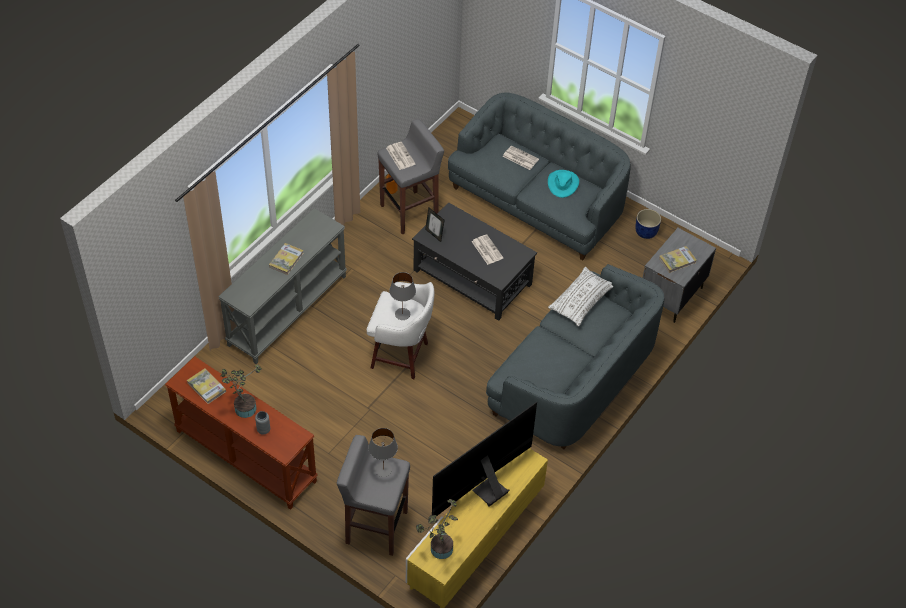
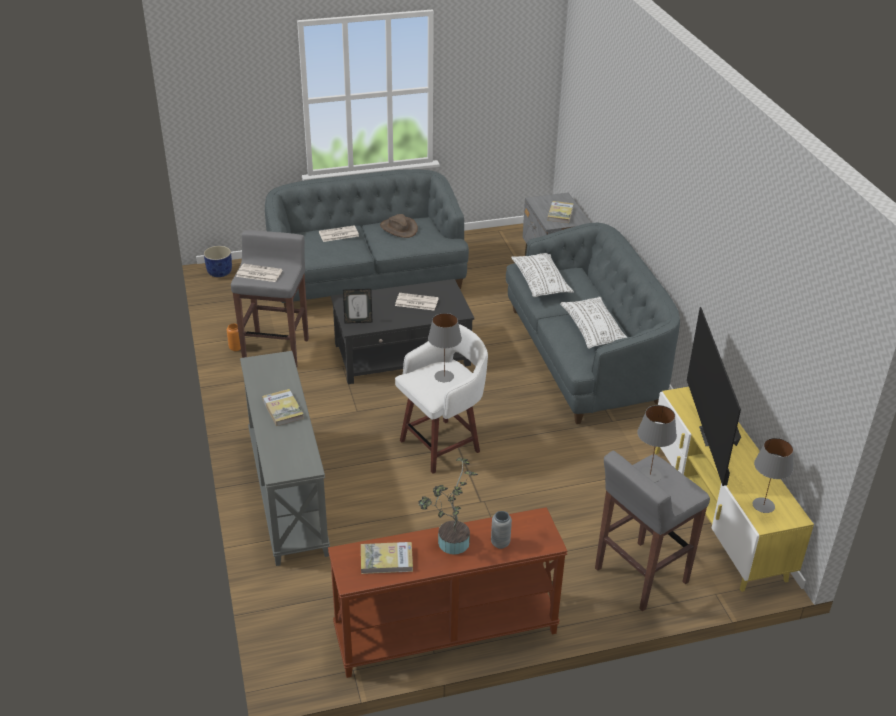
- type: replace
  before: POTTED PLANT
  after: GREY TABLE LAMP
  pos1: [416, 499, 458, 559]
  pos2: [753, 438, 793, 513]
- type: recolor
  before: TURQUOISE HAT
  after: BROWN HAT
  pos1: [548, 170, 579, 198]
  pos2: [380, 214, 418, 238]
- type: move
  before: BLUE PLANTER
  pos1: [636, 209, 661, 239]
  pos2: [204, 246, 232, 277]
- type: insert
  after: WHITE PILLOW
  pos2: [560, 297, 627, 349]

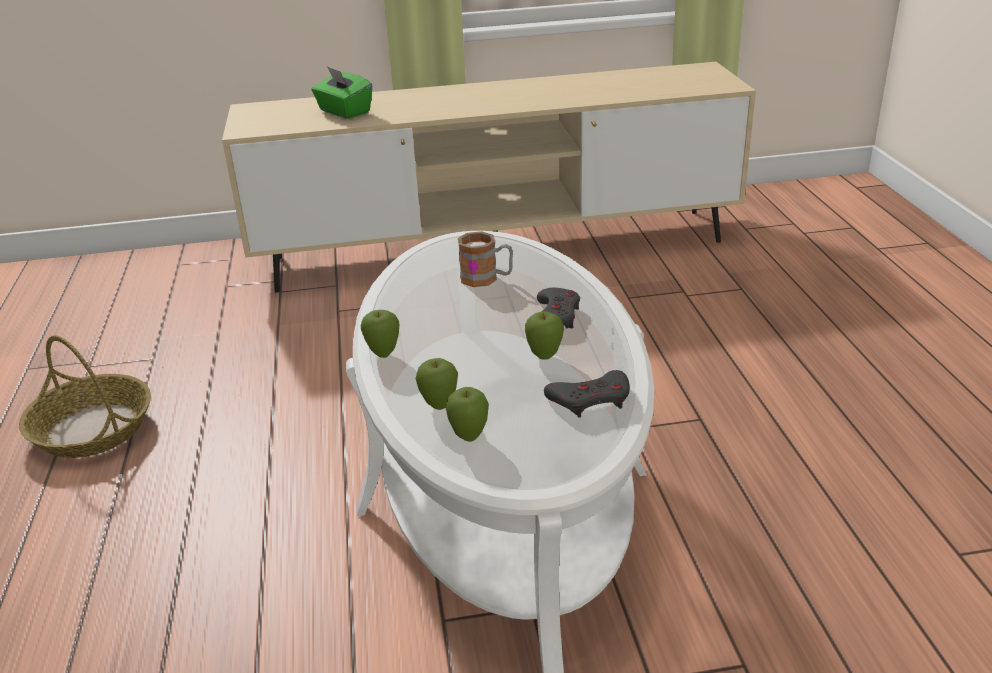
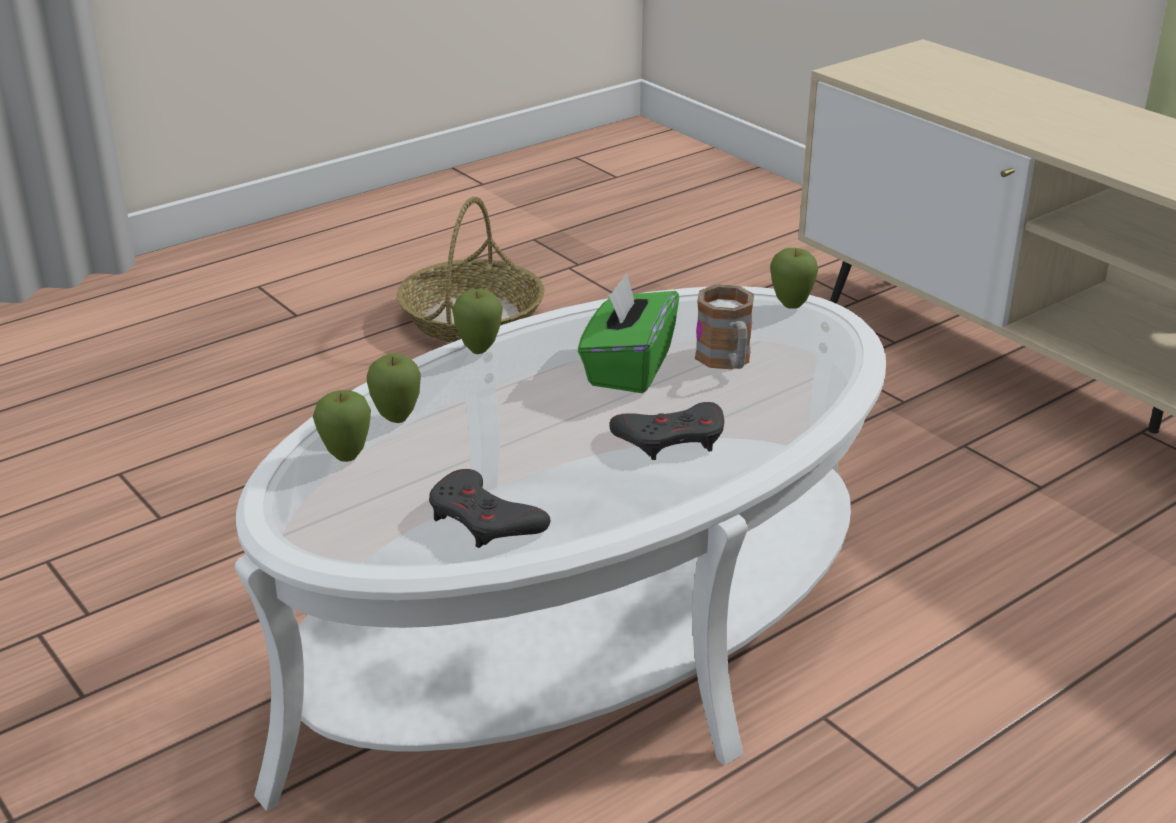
- type: move
  before: GREEN TISSUE BOX
  pos1: [311, 66, 372, 119]
  pos2: [578, 273, 679, 393]
- type: move
  before: APPLE
  pos1: [525, 311, 564, 360]
  pos2: [770, 248, 818, 309]

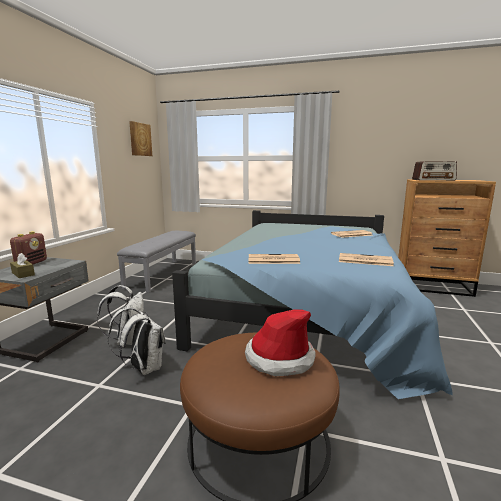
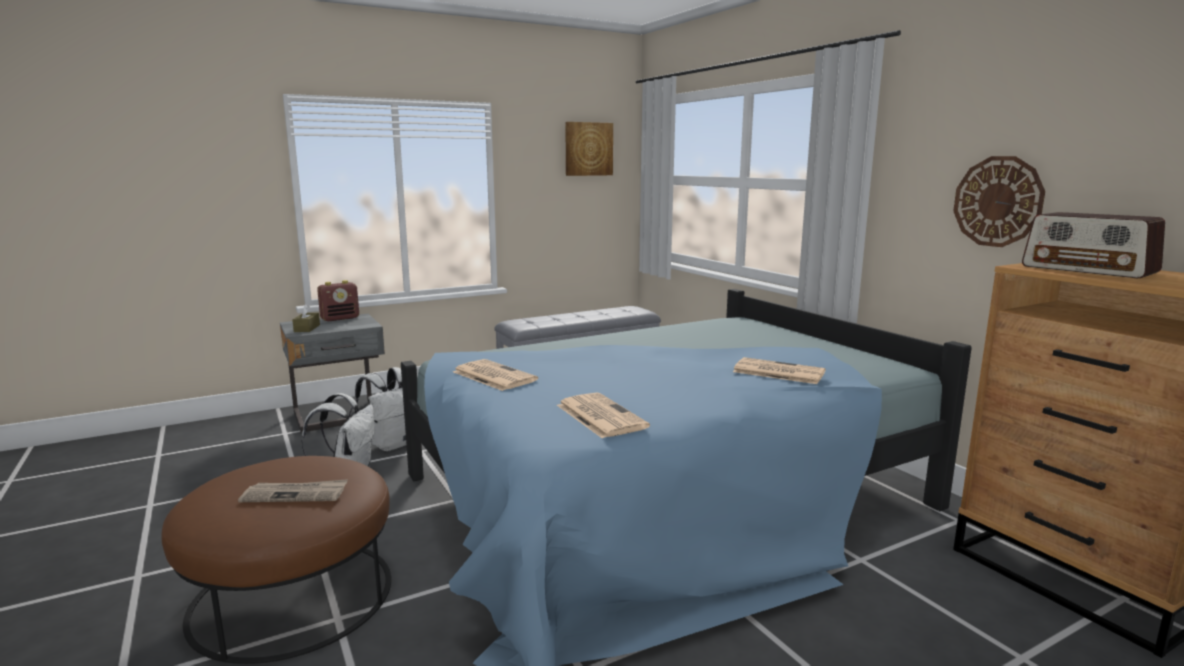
- type: replace
  before: HAT
  after: NEWSPAPER
  pos1: [245, 309, 315, 376]
  pos2: [238, 479, 348, 502]
- type: insert
  after: WALL CLOCK
  pos2: [953, 156, 1045, 247]

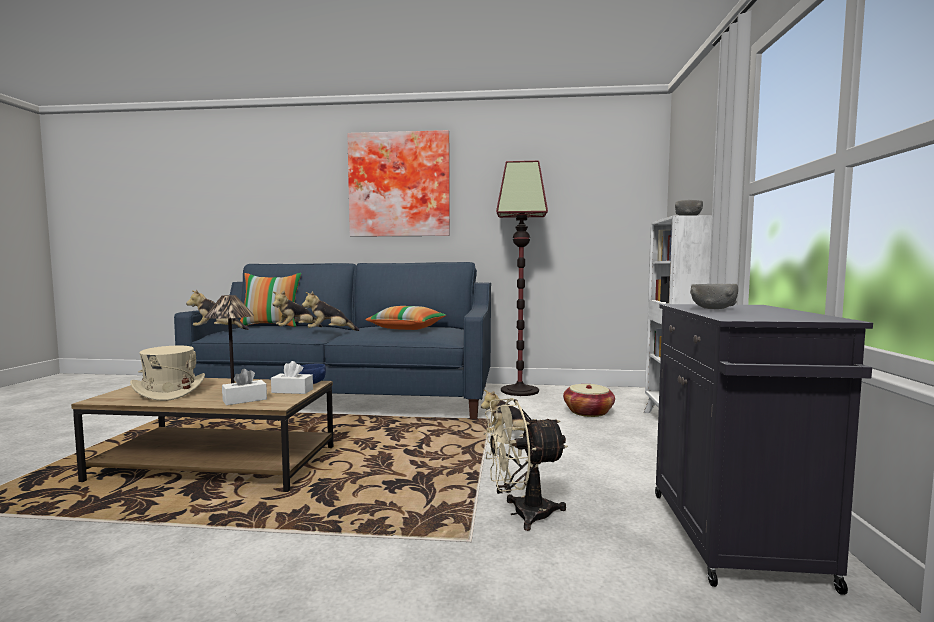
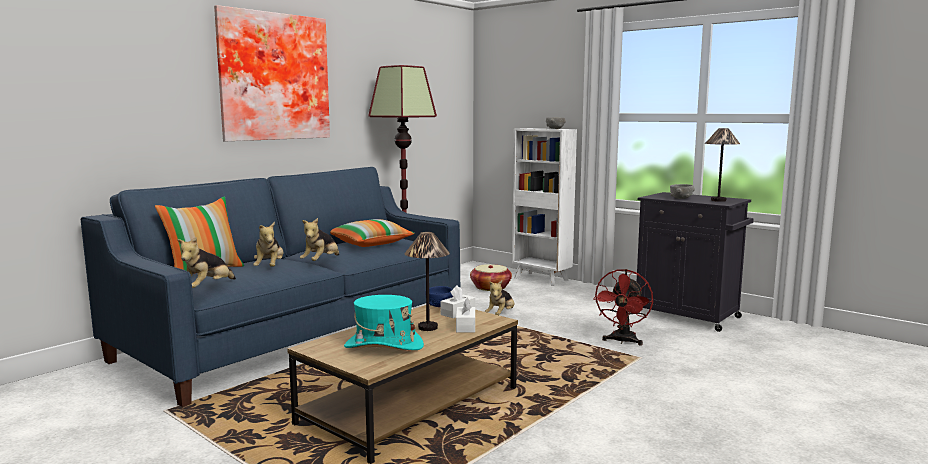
- type: recolor
  before: BEIGE HAT
  after: TURQUOISE HAT
  pos1: [130, 346, 205, 401]
  pos2: [344, 295, 424, 350]
- type: recolor
  before: BEIGE FAN
  after: RED FAN
  pos1: [483, 398, 568, 531]
  pos2: [593, 269, 653, 346]
- type: insert
  after: TABLE LAMP
  pos2: [705, 128, 740, 202]

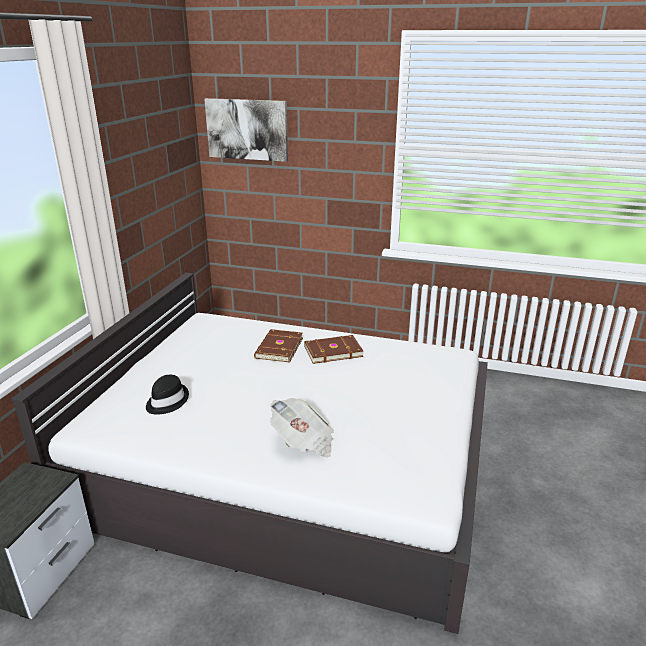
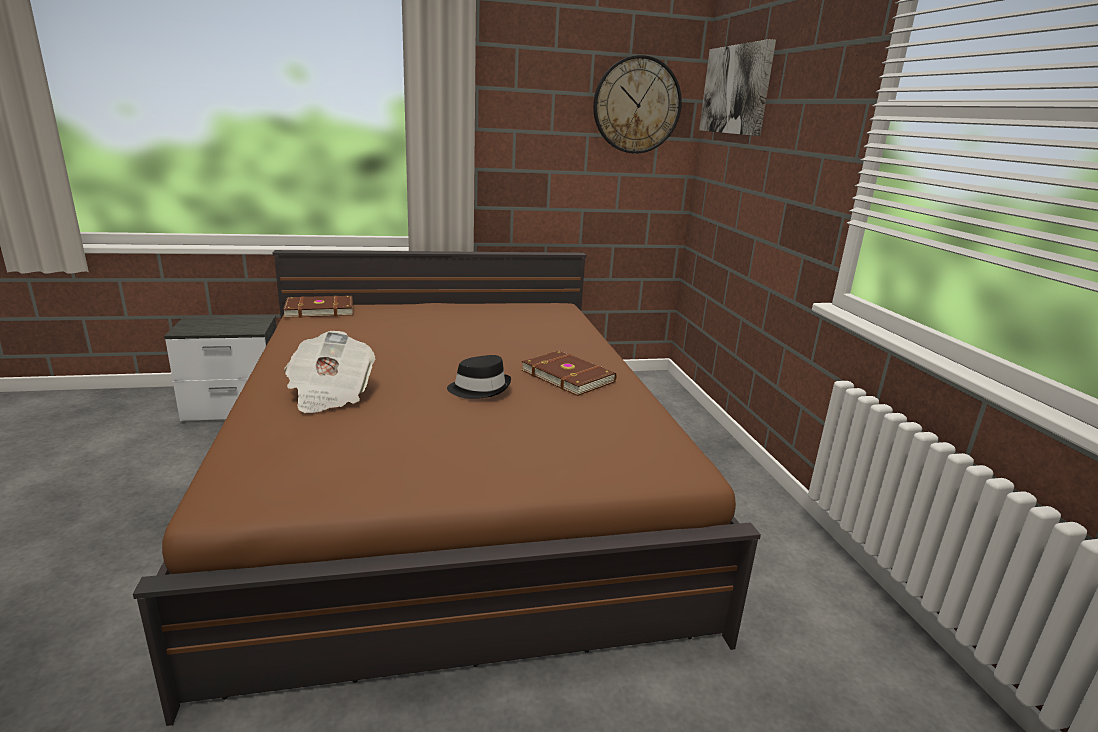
- type: recolor
  before: WHITE BED
  after: BROWN BED
  pos1: [11, 273, 488, 634]
  pos2: [133, 250, 761, 726]
- type: move
  before: BLACK HAT
  pos1: [146, 375, 189, 415]
  pos2: [447, 355, 511, 399]
- type: move
  before: BROWN BOOK
  pos1: [254, 329, 303, 363]
  pos2: [283, 296, 353, 318]
- type: insert
  after: WALL CLOCK
  pos2: [593, 55, 682, 154]

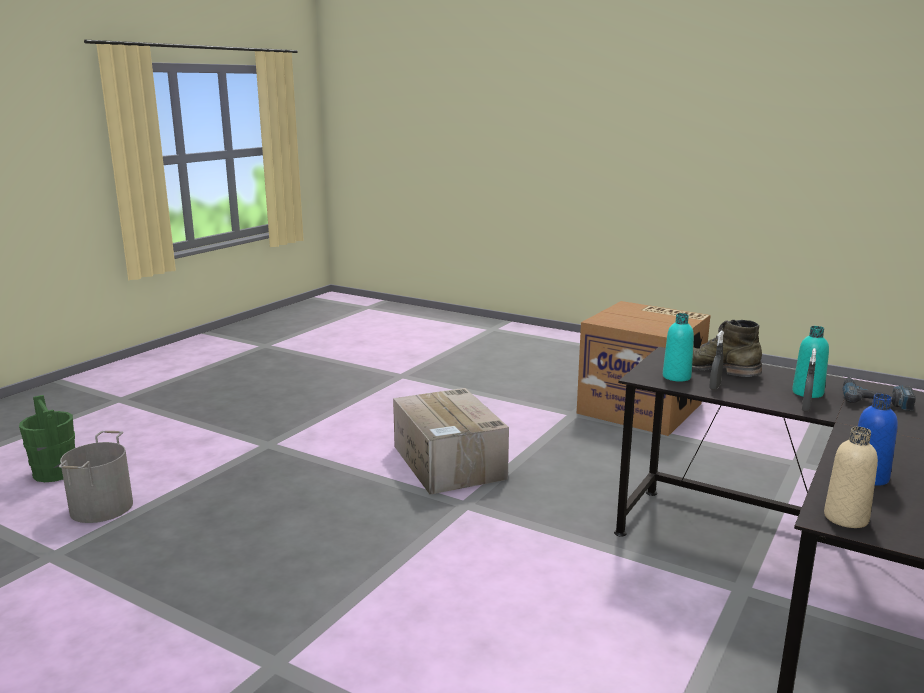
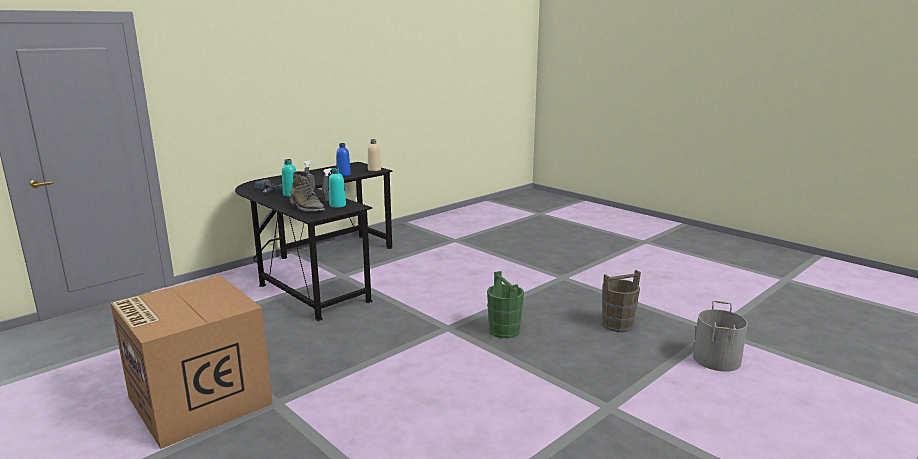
- type: move
  before: GREEN BUCKET
  pos1: [19, 395, 75, 482]
  pos2: [487, 271, 524, 338]
- type: delete
  before: CARDBOARD BOX
  pos1: [393, 388, 509, 495]
- type: insert
  after: BROWN BUCKET
  pos2: [602, 270, 641, 332]

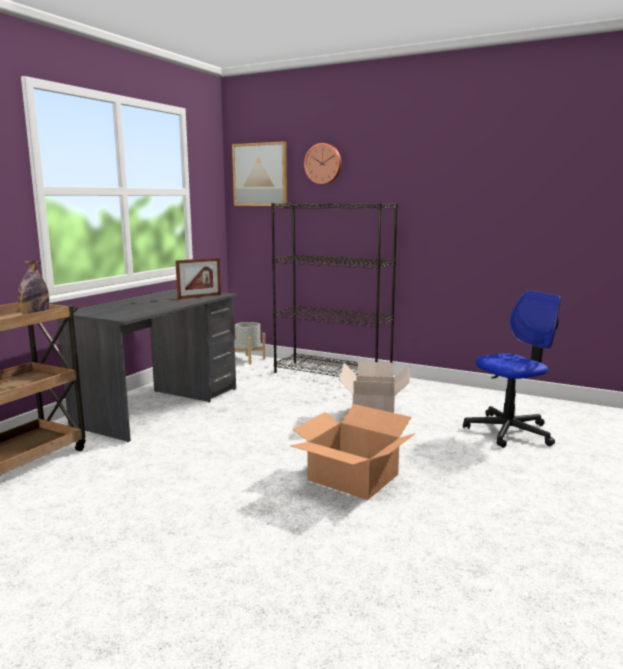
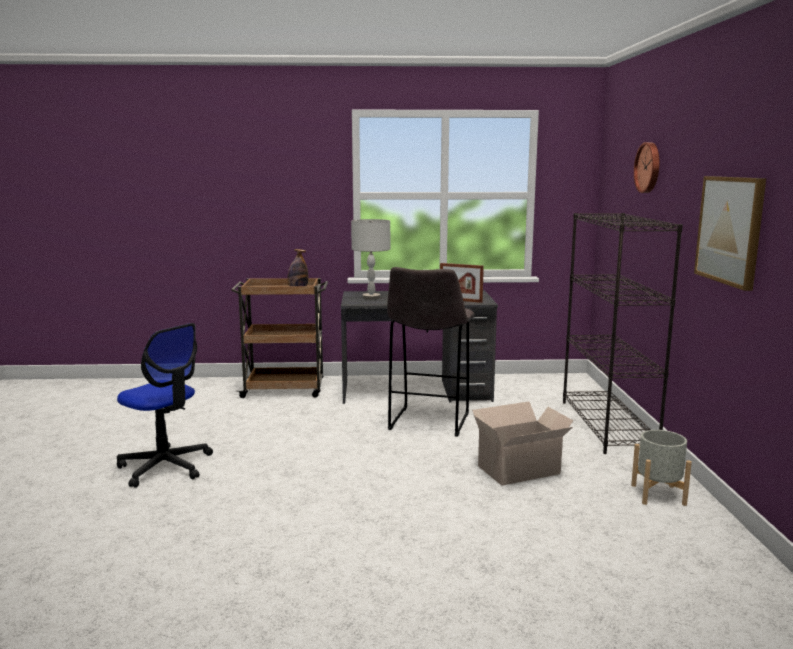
- type: move
  before: PICTURE
  pos1: [232, 141, 287, 206]
  pos2: [694, 176, 766, 291]
- type: move
  before: GREY PLANTER
  pos1: [235, 322, 266, 364]
  pos2: [631, 430, 692, 506]
- type: delete
  before: CARDBOARD BOX
  pos1: [290, 404, 416, 500]
- type: move
  before: OFFICE CHAIR
  pos1: [463, 290, 561, 448]
  pos2: [117, 323, 213, 488]
- type: insert
  after: GREY TABLE LAMP
  pos2: [351, 219, 390, 300]
- type: insert
  after: GREY STOOL
  pos2: [387, 267, 475, 437]

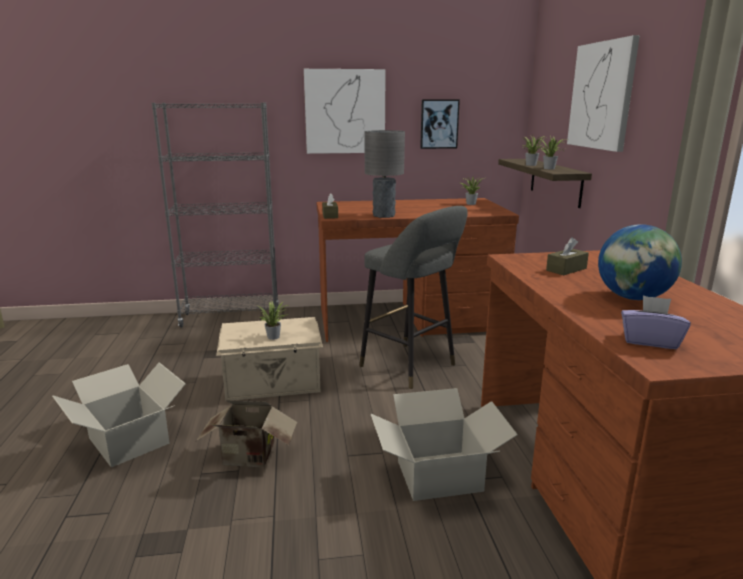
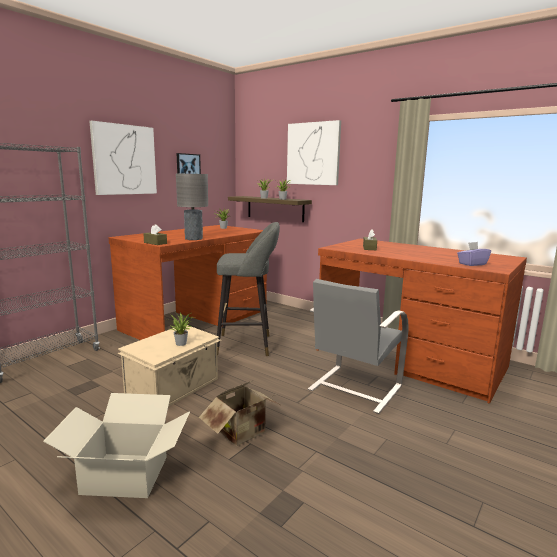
- type: replace
  before: CARDBOARD BOX
  after: GREY CHAIR
  pos1: [371, 388, 518, 501]
  pos2: [308, 279, 409, 414]
- type: delete
  before: GLOBE
  pos1: [598, 224, 682, 300]

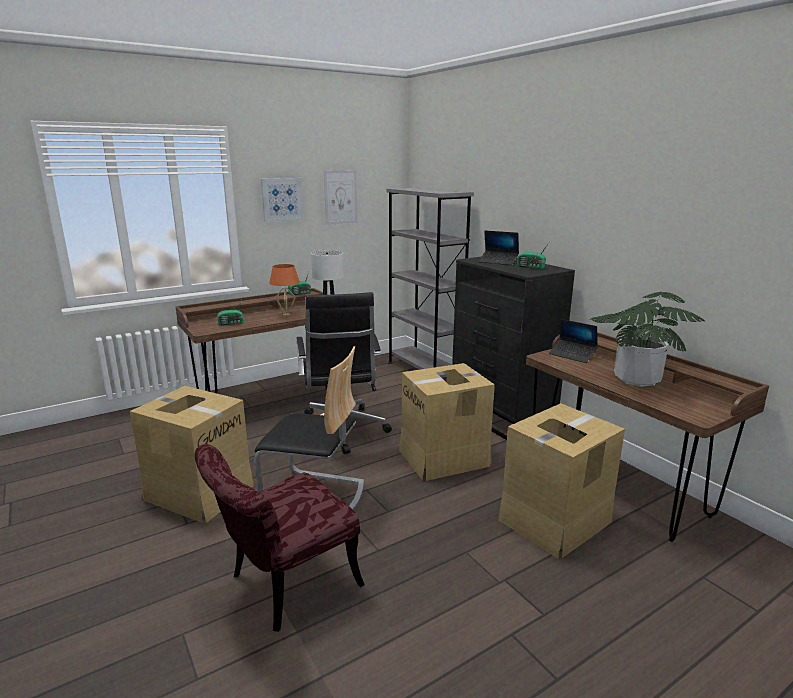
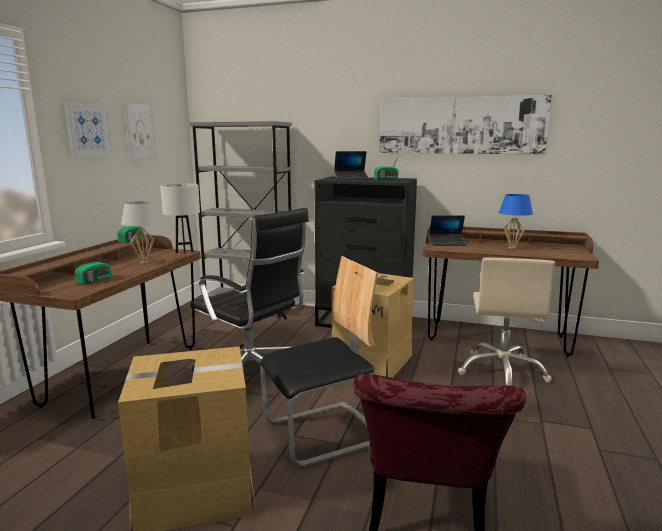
- type: recolor
  before: ORANGE TABLE LAMP
  after: WHITE TABLE LAMP
  pos1: [269, 264, 300, 316]
  pos2: [121, 201, 160, 263]
- type: replace
  before: CARDBOARD BOX
  after: BEIGE OFFICE CHAIR
  pos1: [498, 403, 625, 558]
  pos2: [458, 258, 555, 386]
- type: replace
  before: POTTED PLANT
  after: BLUE TABLE LAMP
  pos1: [590, 292, 705, 387]
  pos2: [499, 194, 533, 249]
- type: insert
  after: PICTURE
  pos2: [380, 95, 552, 154]

